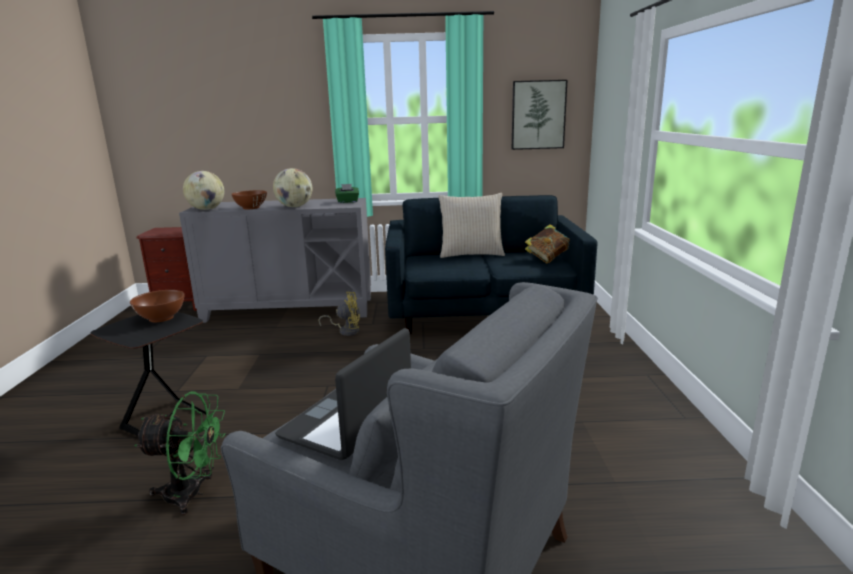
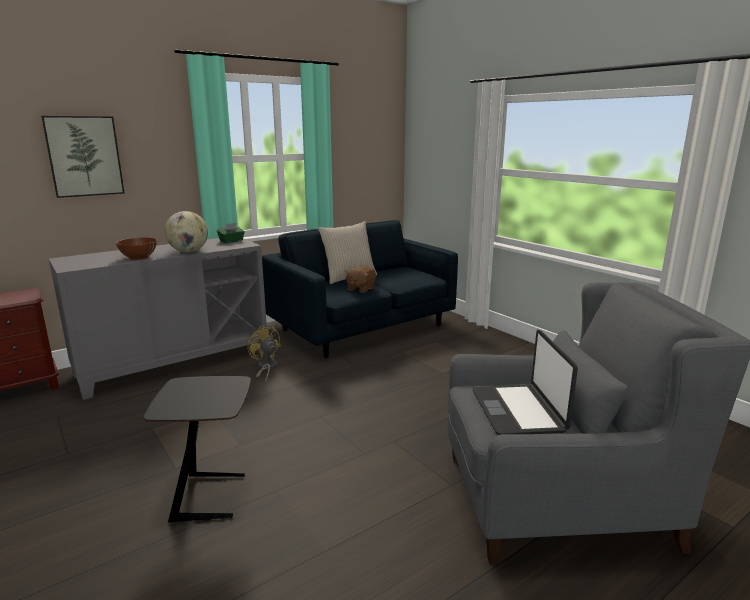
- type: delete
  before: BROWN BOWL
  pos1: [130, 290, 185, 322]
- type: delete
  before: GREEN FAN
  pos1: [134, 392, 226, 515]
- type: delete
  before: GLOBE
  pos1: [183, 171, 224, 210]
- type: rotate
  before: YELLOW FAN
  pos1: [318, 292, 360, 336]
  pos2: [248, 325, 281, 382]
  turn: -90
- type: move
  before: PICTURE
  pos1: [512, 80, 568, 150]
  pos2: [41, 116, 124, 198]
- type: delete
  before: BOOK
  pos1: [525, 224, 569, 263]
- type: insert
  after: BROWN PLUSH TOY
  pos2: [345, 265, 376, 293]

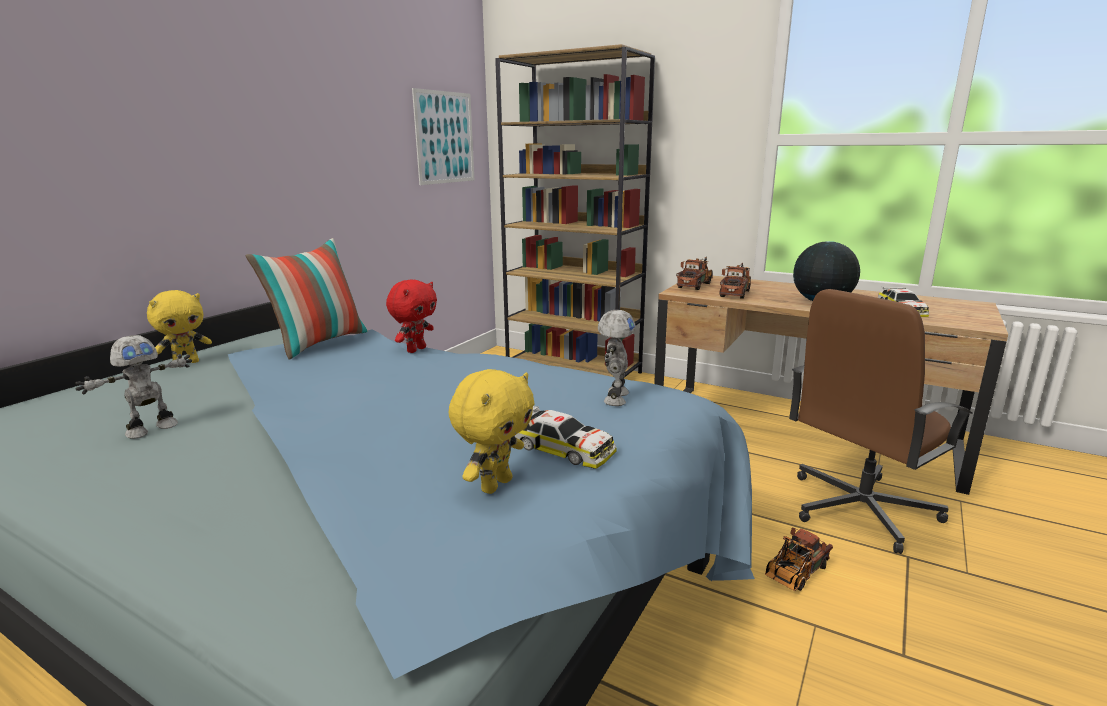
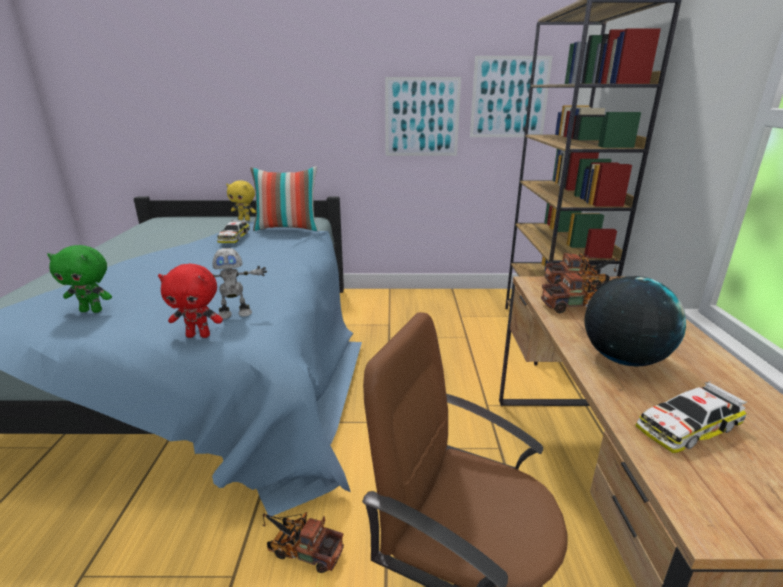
- type: delete
  before: TOY ROBOT
  pos1: [75, 335, 192, 439]
- type: move
  before: RED PLUSH TOY
  pos1: [386, 280, 437, 353]
  pos2: [158, 264, 223, 338]
- type: recolor
  before: YELLOW PLUSH TOY
  after: GREEN PLUSH TOY
  pos1: [448, 369, 535, 494]
  pos2: [47, 245, 112, 313]
- type: move
  before: TOY CAR
  pos1: [514, 406, 617, 469]
  pos2: [217, 220, 250, 243]
- type: insert
  after: PICTURE
  pos2: [385, 77, 461, 156]

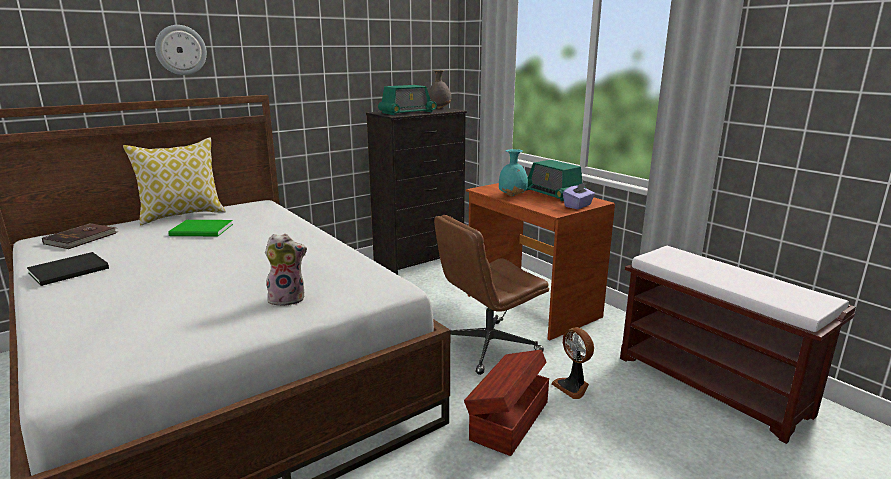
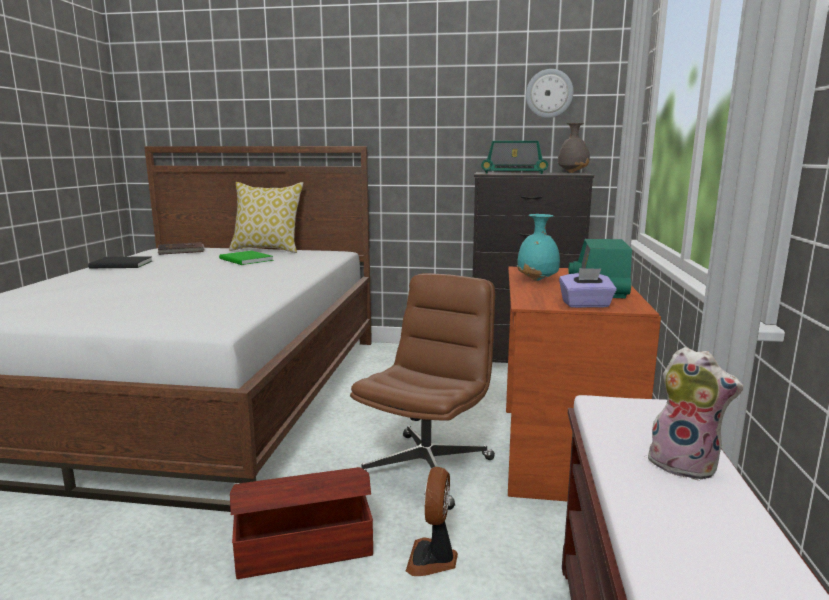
- type: move
  before: WALL CLOCK
  pos1: [155, 25, 207, 75]
  pos2: [526, 69, 574, 118]
- type: move
  before: PLUSH TOY
  pos1: [265, 234, 307, 306]
  pos2: [648, 347, 743, 481]
- type: rotate
  before: BROWN OFFICE CHAIR
  pos1: [434, 215, 549, 375]
  pos2: [350, 273, 495, 510]
  turn: 105

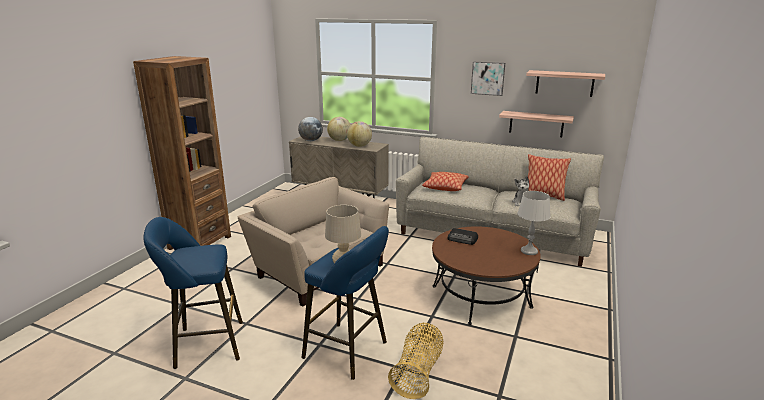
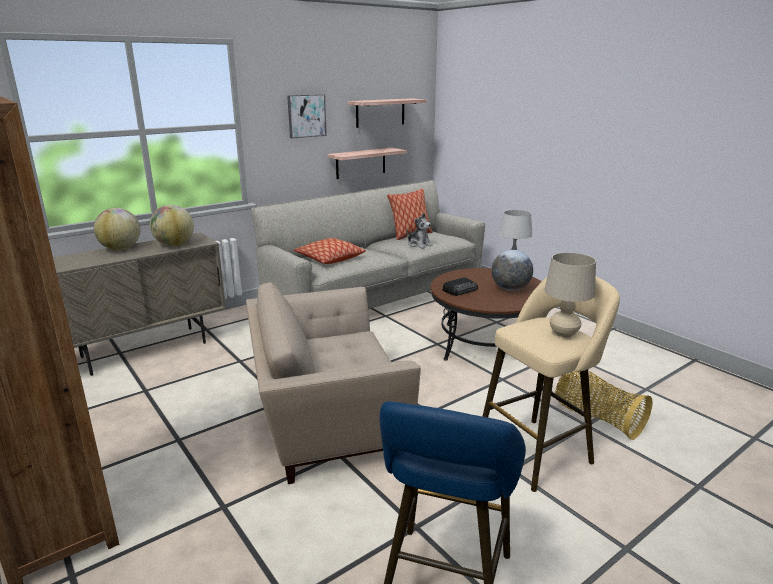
- type: move
  before: GLOBE
  pos1: [298, 117, 323, 141]
  pos2: [492, 250, 533, 291]
- type: recolor
  before: BLUE STOOL
  after: BEIGE STOOL
  pos1: [301, 226, 389, 380]
  pos2: [482, 276, 620, 492]

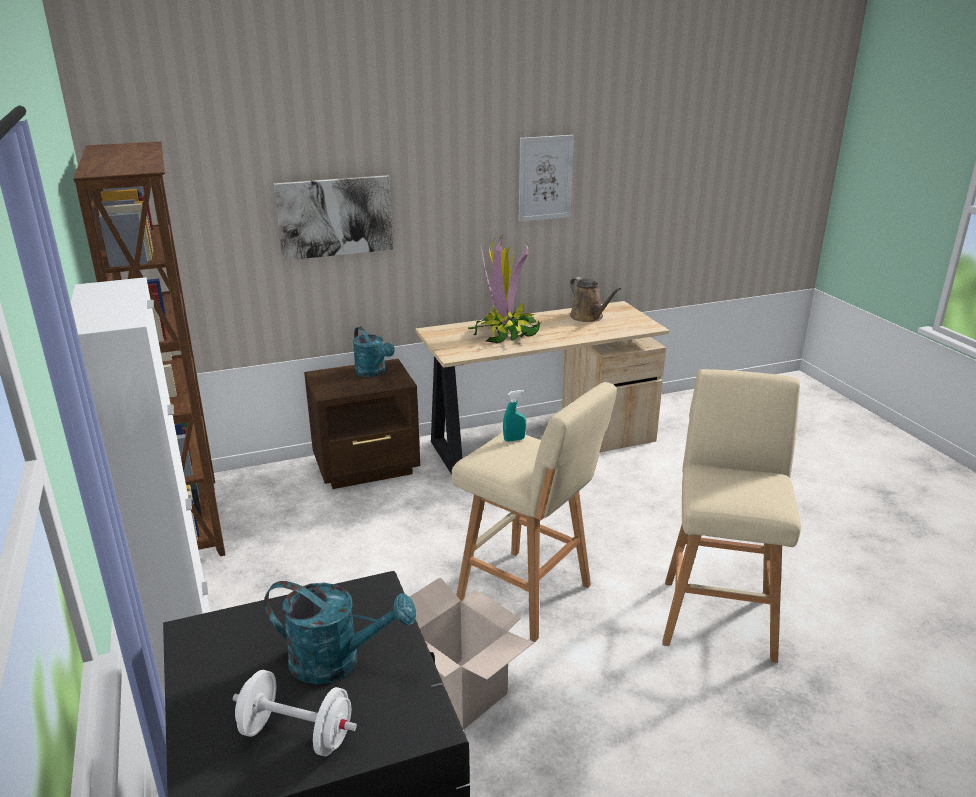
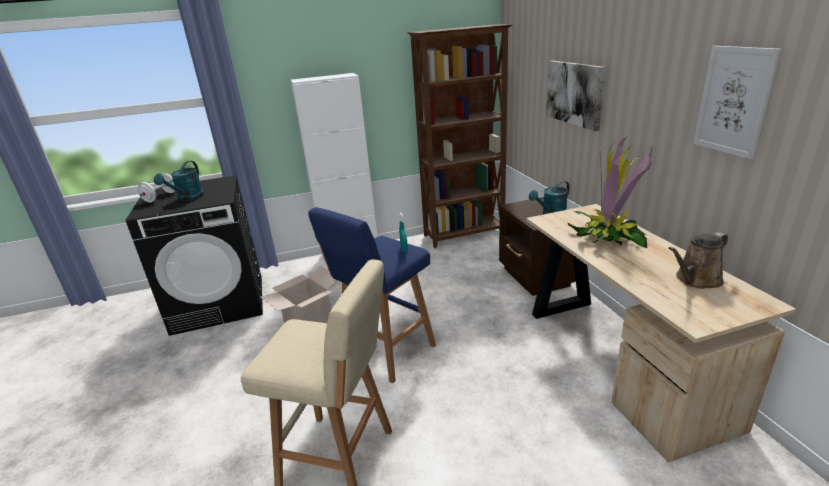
- type: recolor
  before: BEIGE STOOL
  after: BLUE STOOL
  pos1: [452, 382, 617, 642]
  pos2: [308, 207, 436, 383]

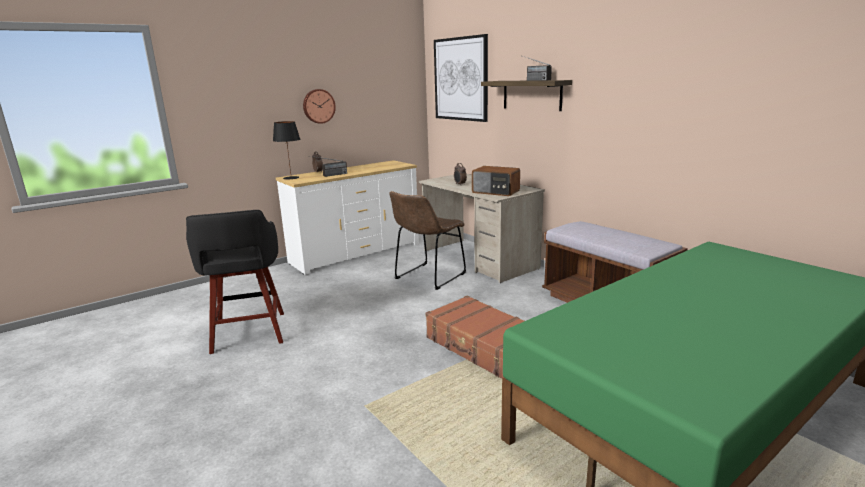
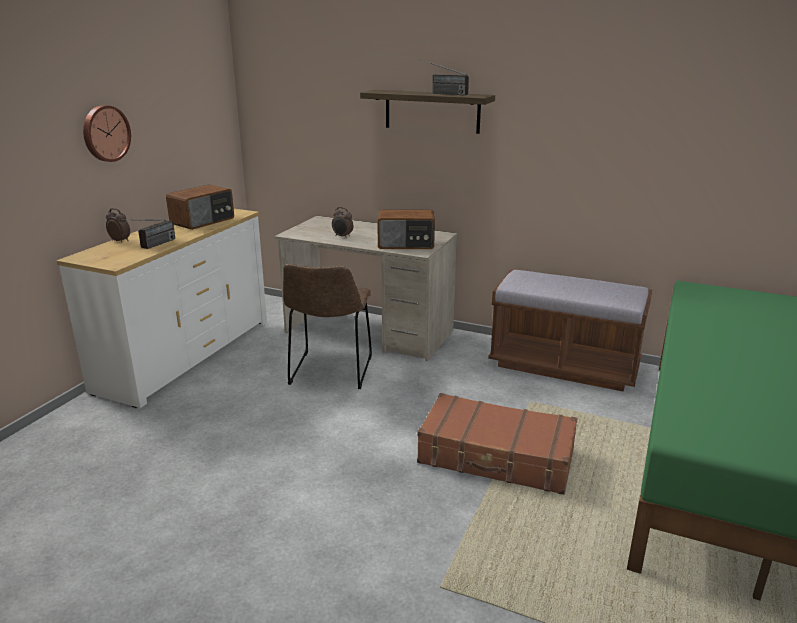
- type: delete
  before: BLACK STOOL
  pos1: [186, 210, 284, 354]
- type: delete
  before: BLACK TABLE LAMP
  pos1: [273, 121, 300, 179]
- type: delete
  before: PICTURE
  pos1: [434, 34, 488, 122]
- type: insert
  after: RADIO
  pos2: [166, 184, 234, 230]

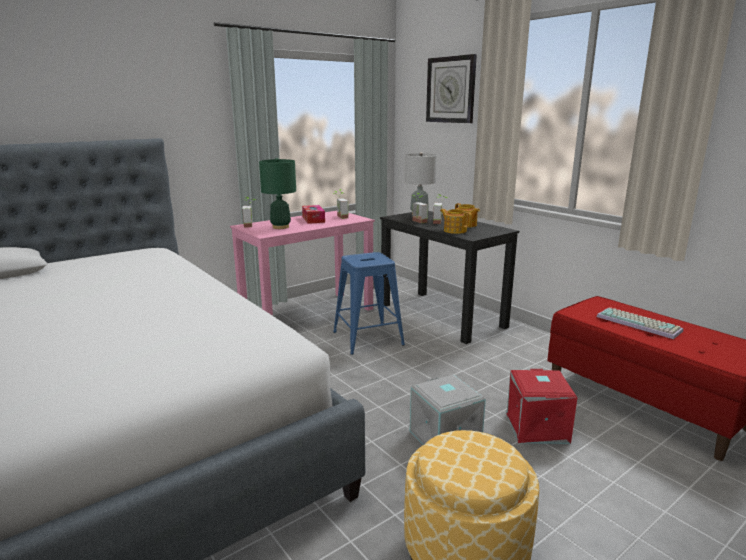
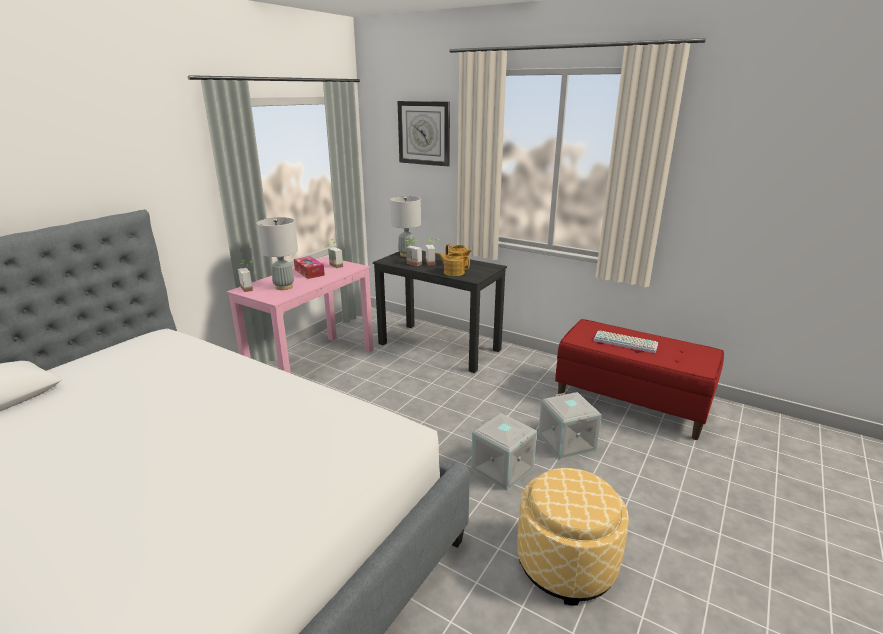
- type: recolor
  before: GREEN TABLE LAMP
  after: GREY TABLE LAMP
  pos1: [259, 158, 296, 229]
  pos2: [257, 217, 298, 290]
- type: delete
  before: BLUE STOOL
  pos1: [333, 252, 405, 355]
- type: recolor
  before: RED STORAGE BOX
  after: GREY STORAGE BOX
  pos1: [506, 369, 577, 444]
  pos2: [538, 392, 602, 459]

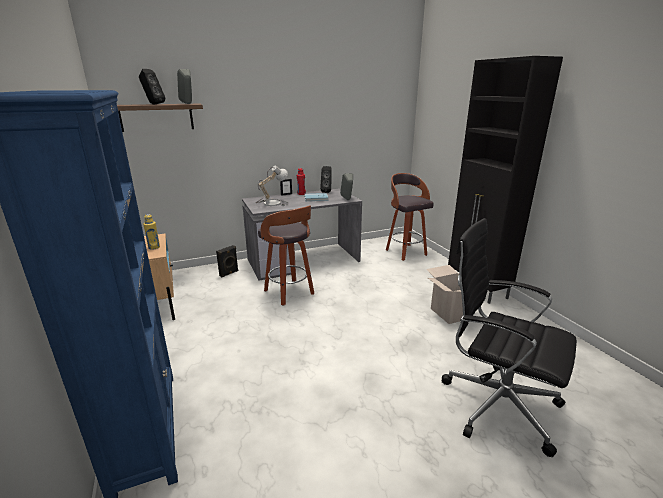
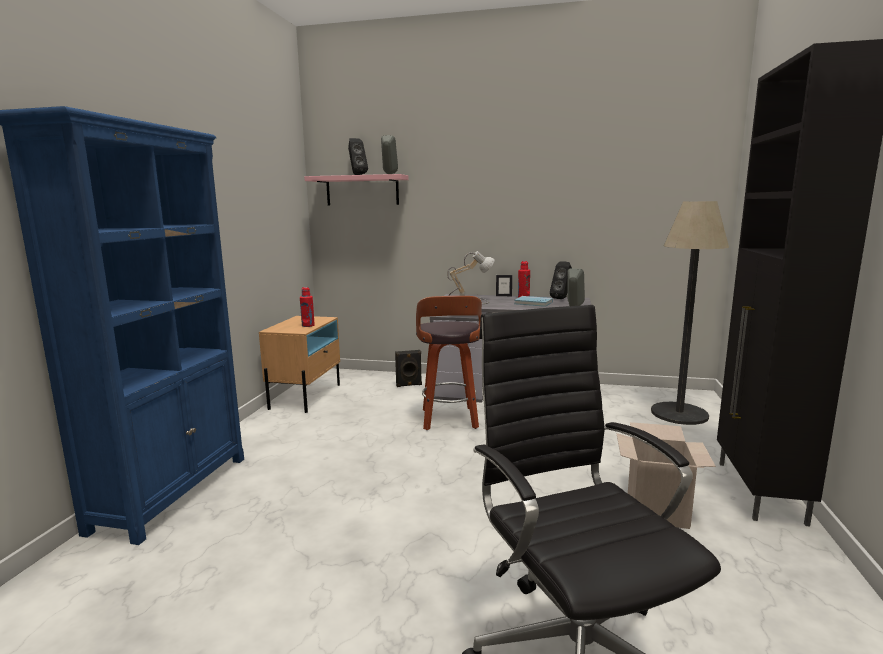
- type: recolor
  before: BROWN SHELF
  after: PINK SHELF
  pos1: [117, 104, 203, 132]
  pos2: [304, 174, 409, 206]
- type: recolor
  before: YELLOW BOTTLE
  after: RED BOTTLE
  pos1: [143, 214, 160, 250]
  pos2: [300, 287, 315, 327]
- type: replace
  before: STOOL
  after: FLOOR LAMP
  pos1: [386, 173, 434, 261]
  pos2: [651, 201, 729, 425]

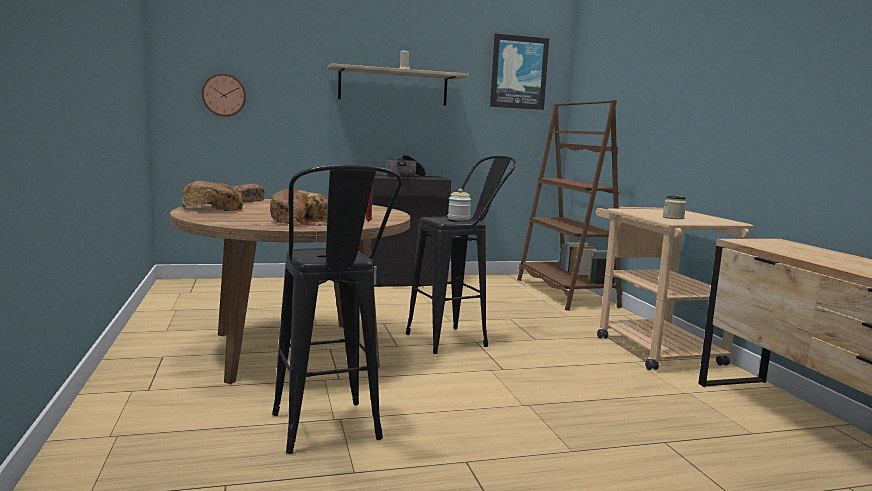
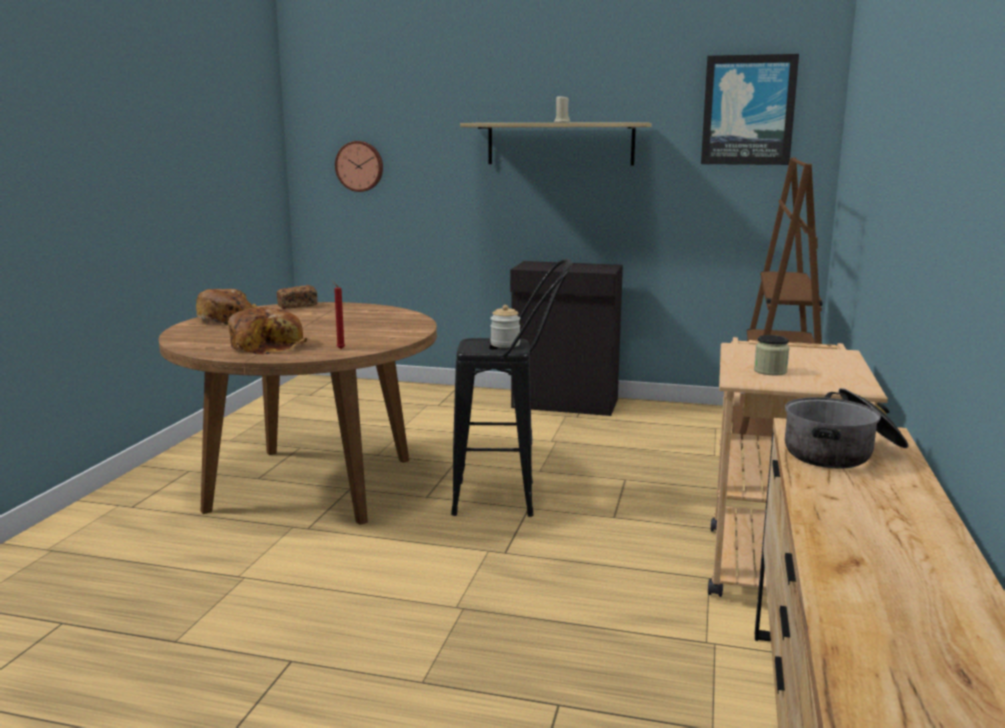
- type: delete
  before: BLACK STOOL
  pos1: [272, 165, 402, 454]
- type: move
  before: COOKING POT
  pos1: [386, 155, 426, 178]
  pos2: [785, 388, 908, 469]

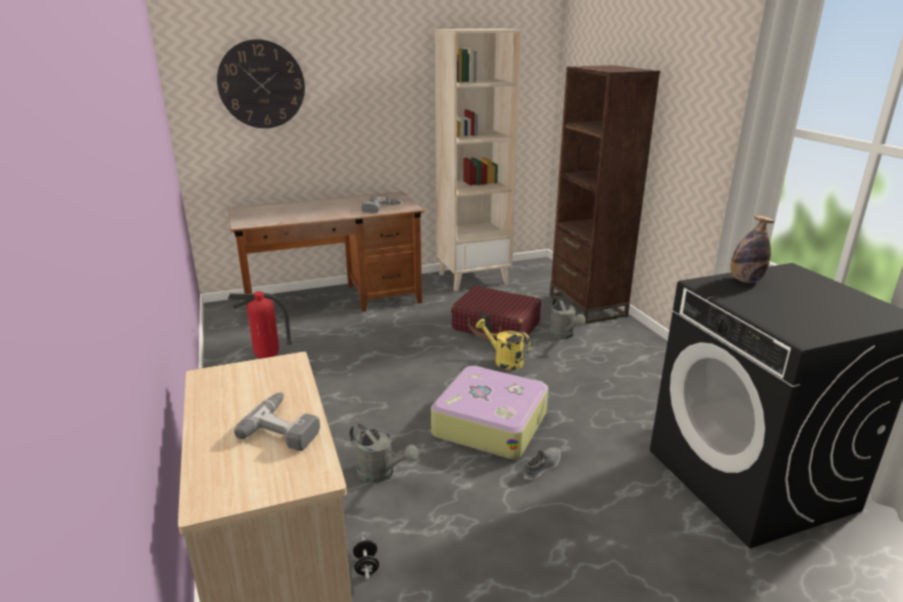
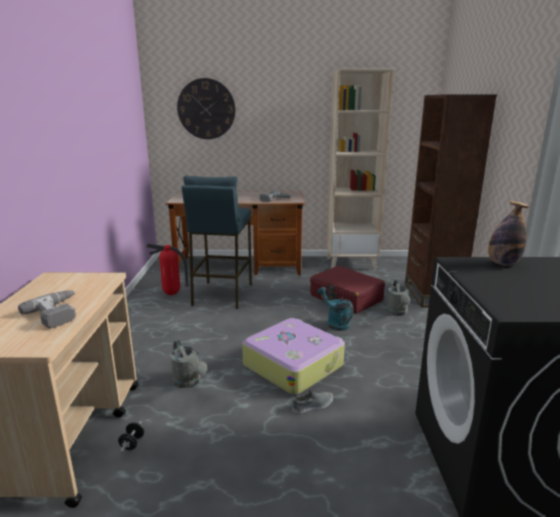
- type: recolor
  before: YELLOW WATERING CAN
  after: TURQUOISE WATERING CAN
  pos1: [475, 319, 531, 370]
  pos2: [318, 287, 353, 331]
- type: insert
  after: BLUE STOOL
  pos2: [182, 176, 252, 309]

